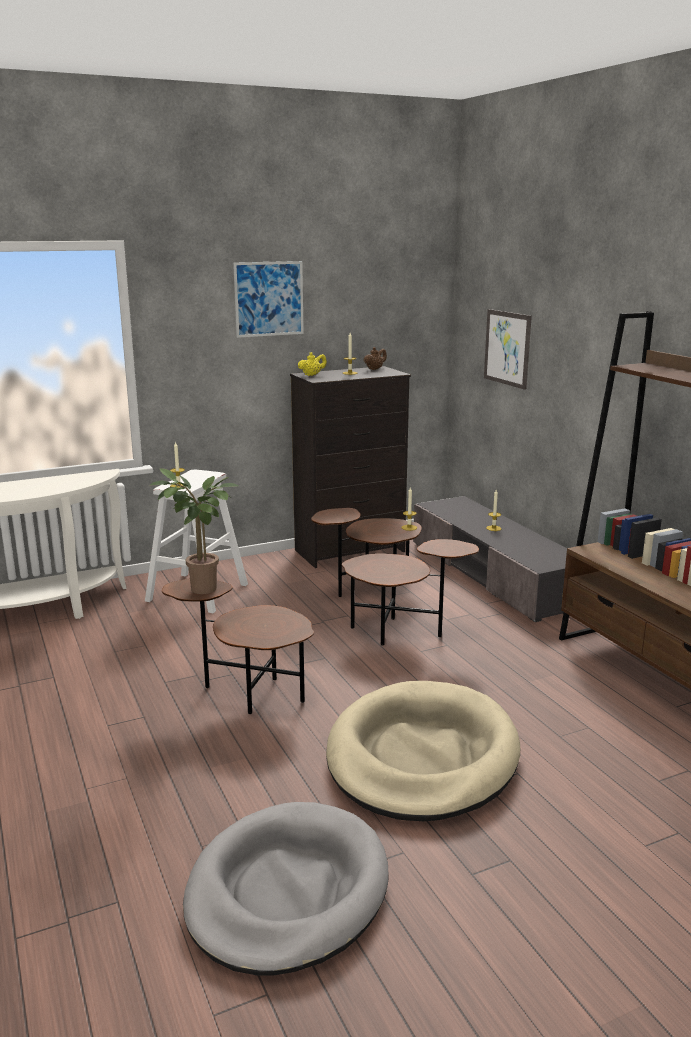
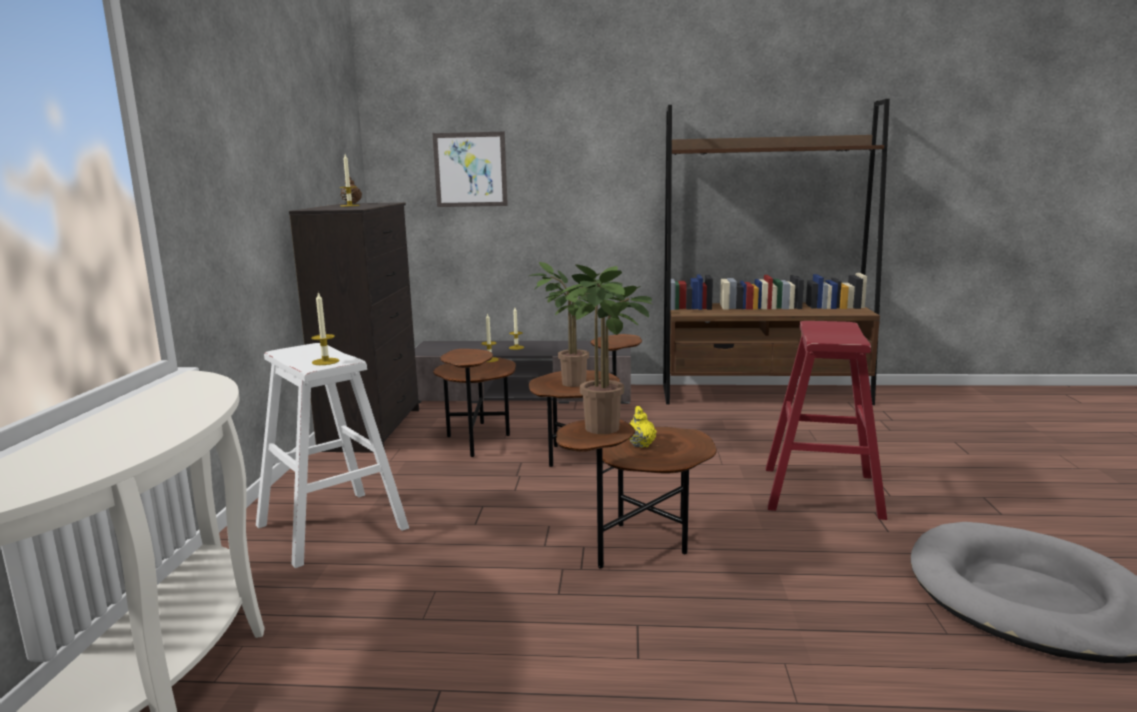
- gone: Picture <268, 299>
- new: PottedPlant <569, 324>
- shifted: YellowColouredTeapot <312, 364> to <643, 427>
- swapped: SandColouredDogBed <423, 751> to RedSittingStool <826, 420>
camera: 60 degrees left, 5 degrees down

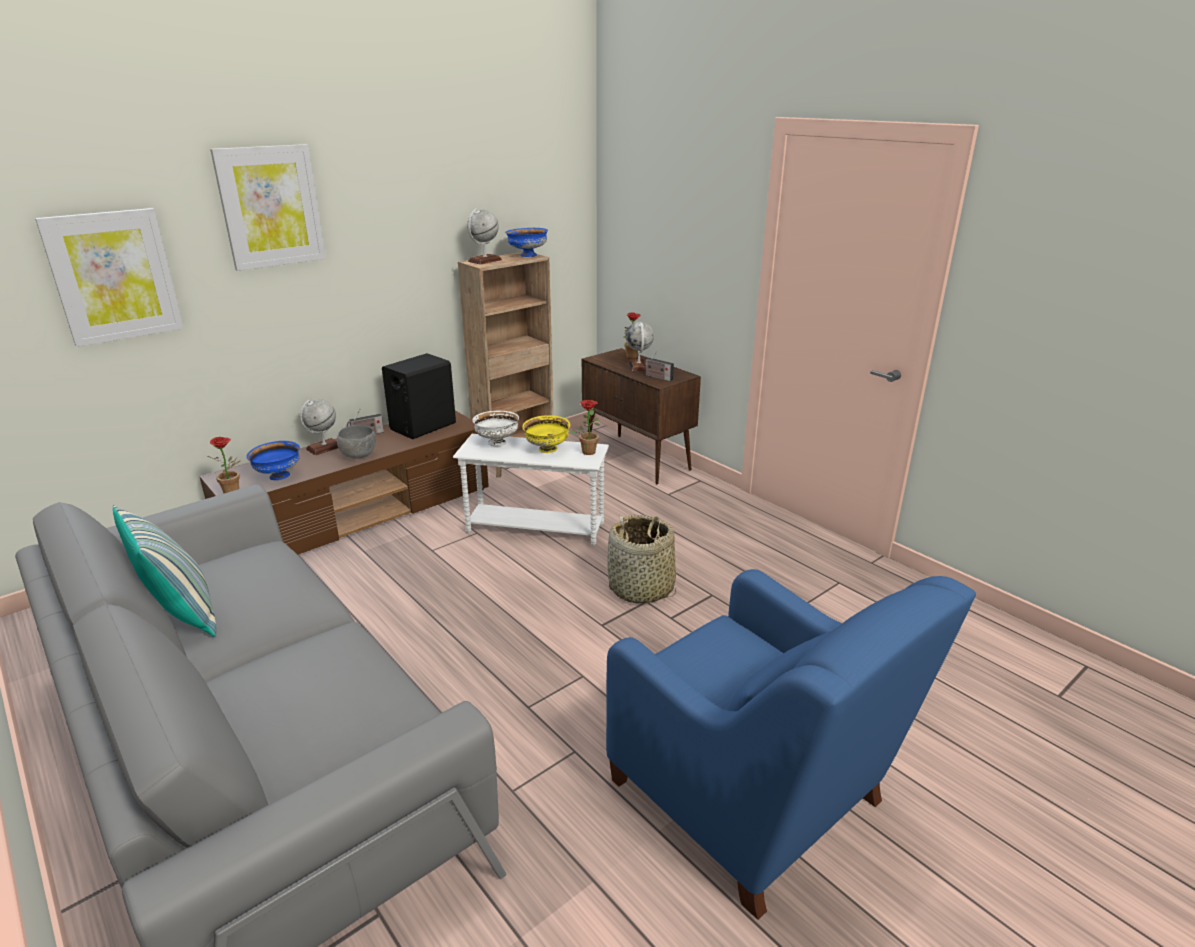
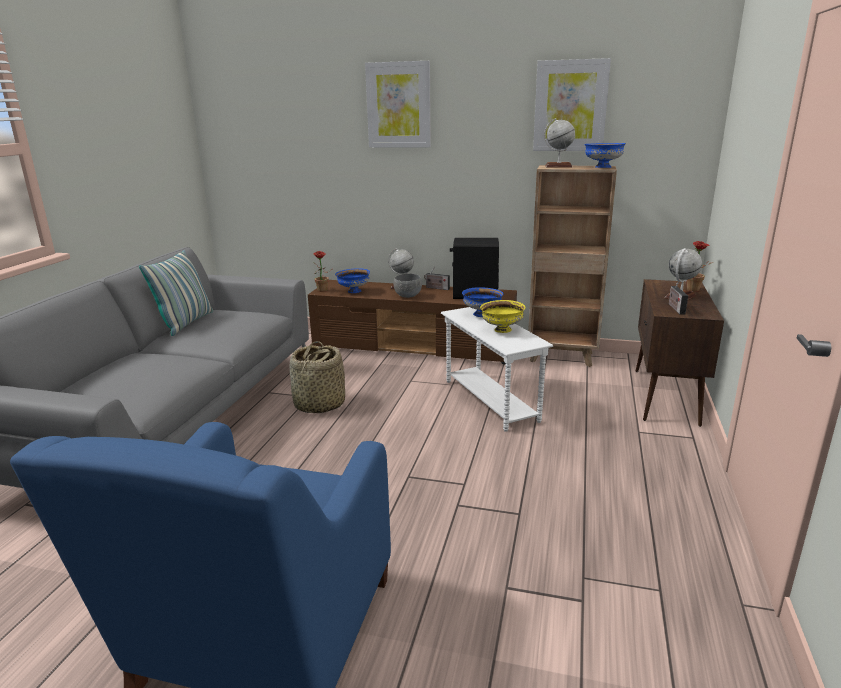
- gone: PottedPlant <585, 427>
- shifted: Picture <109, 277> to <572, 104>
- shifted: StorageBasket <641, 559> to <317, 377>
- repainted: WhiteBowl <495, 428> to BlueBowl <483, 302>
camera: 55 degrees right, 5 degrees down

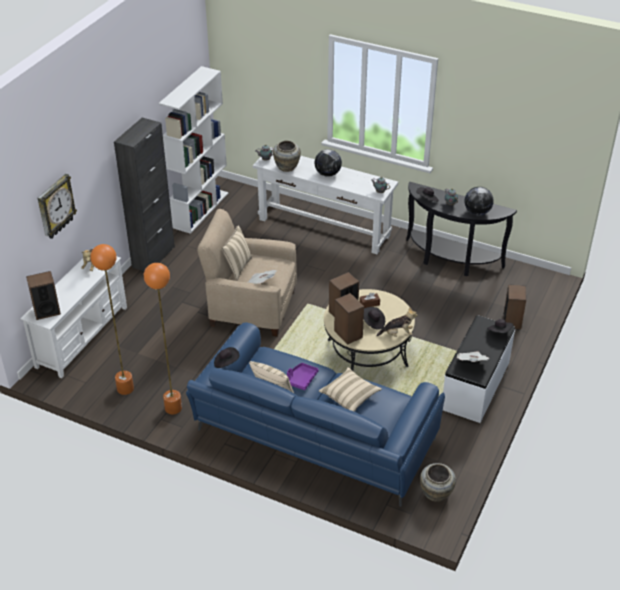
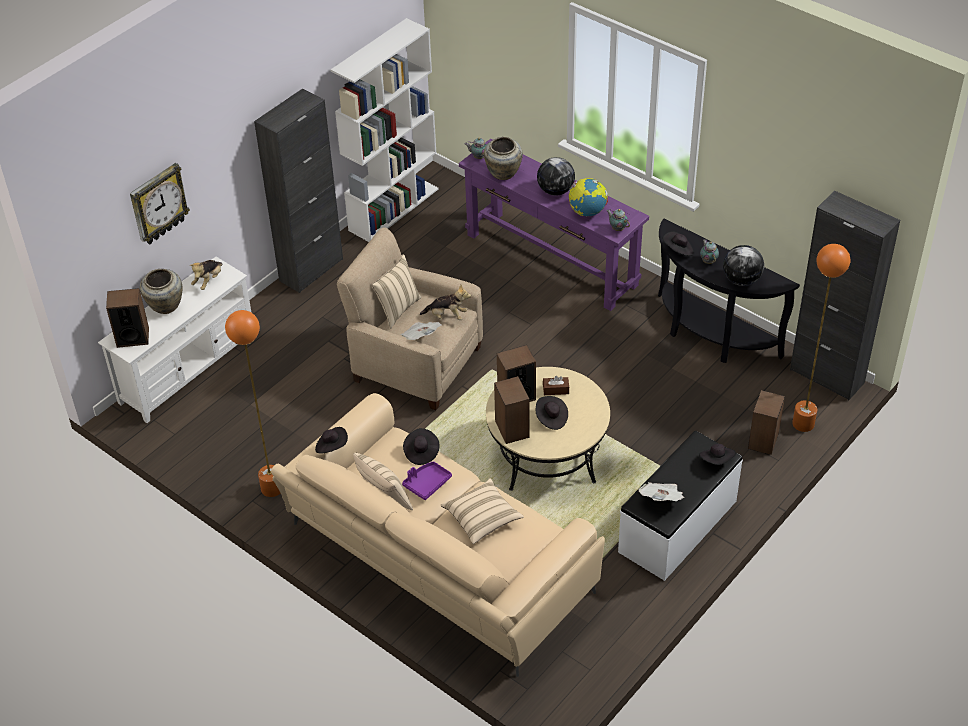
- new: BlackHat <421, 446>
- new: WorldGlobe <588, 197>
- new: BlackCabinet <845, 295>
- shifted: OrangeyFloorLamp <112, 319> to <821, 338>
- shifted: CuddlyToy <397, 322> to <445, 302>
- shifted: SandColouredDecorativeVase <438, 482> to <161, 291>
- repainted: BlueSofa <315, 415> to SandColouredSofa <438, 535>
- repainted: WhiteHallTable <325, 200> to PurpleHallTable <554, 225>
camera: 15 degrees right, 5 degrees up

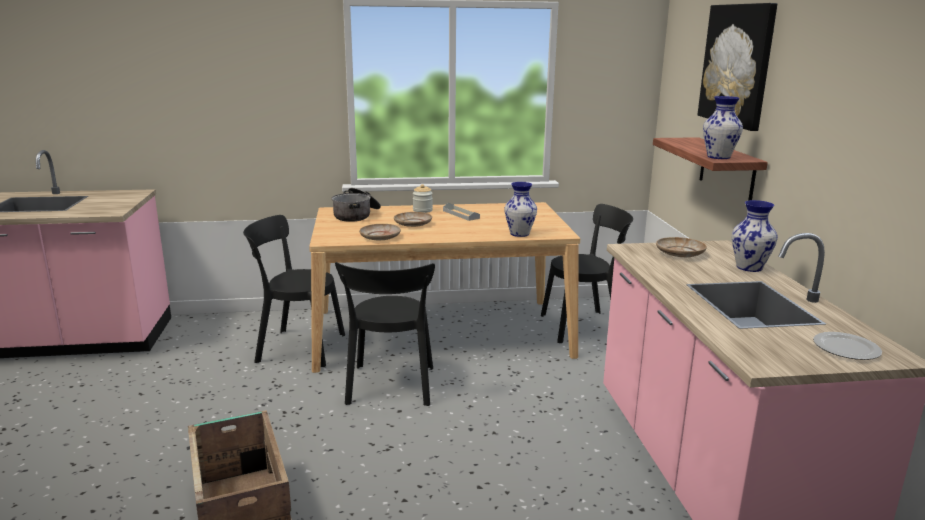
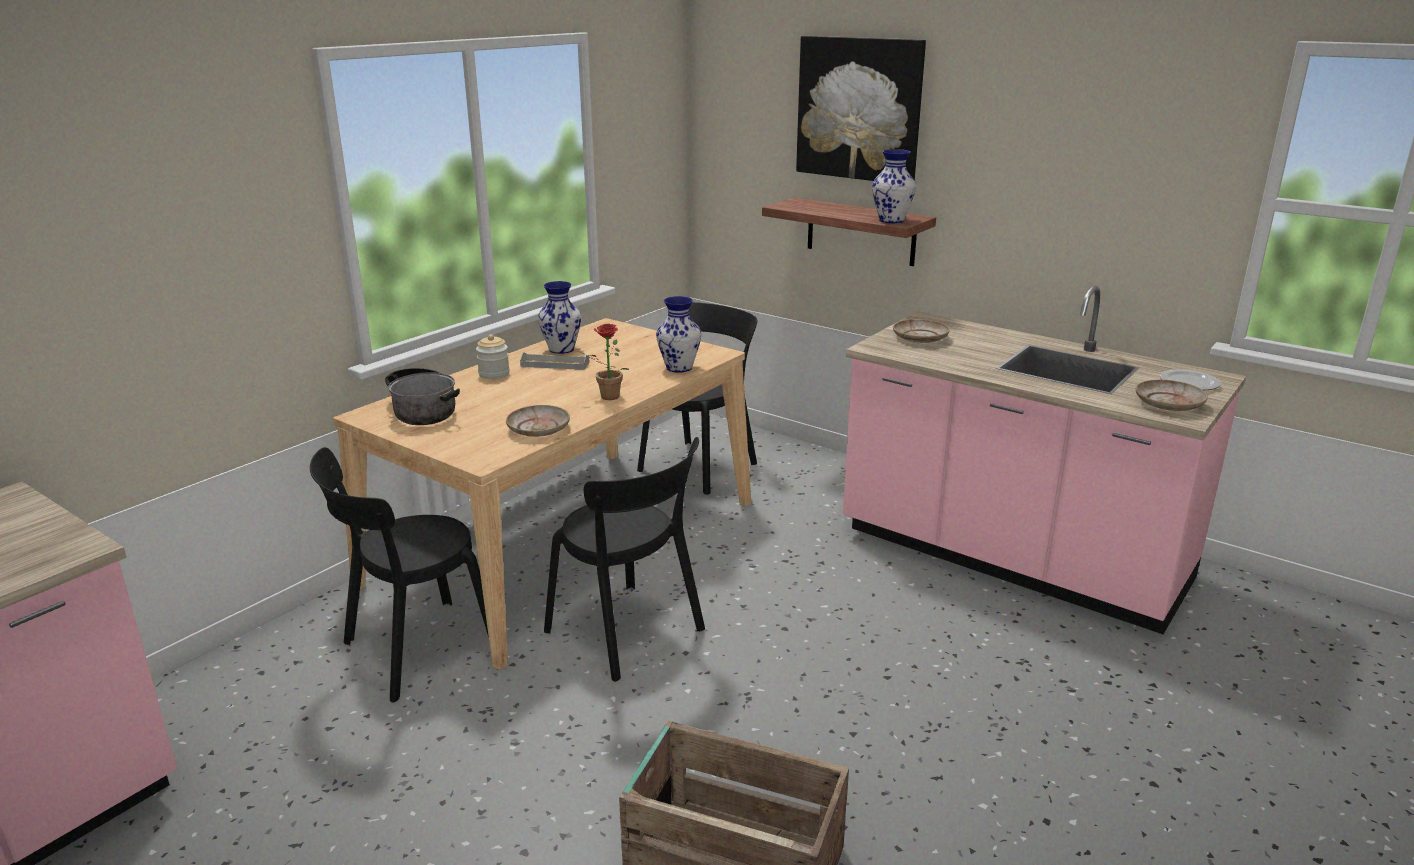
- new: PottedPlant <603, 362>
- shifted: SandColouredFlatDish <413, 219> to <1172, 395>
- shifted: DecorativeVase <755, 236> to <559, 317>
camera: 45 degrees left, 5 degrees up

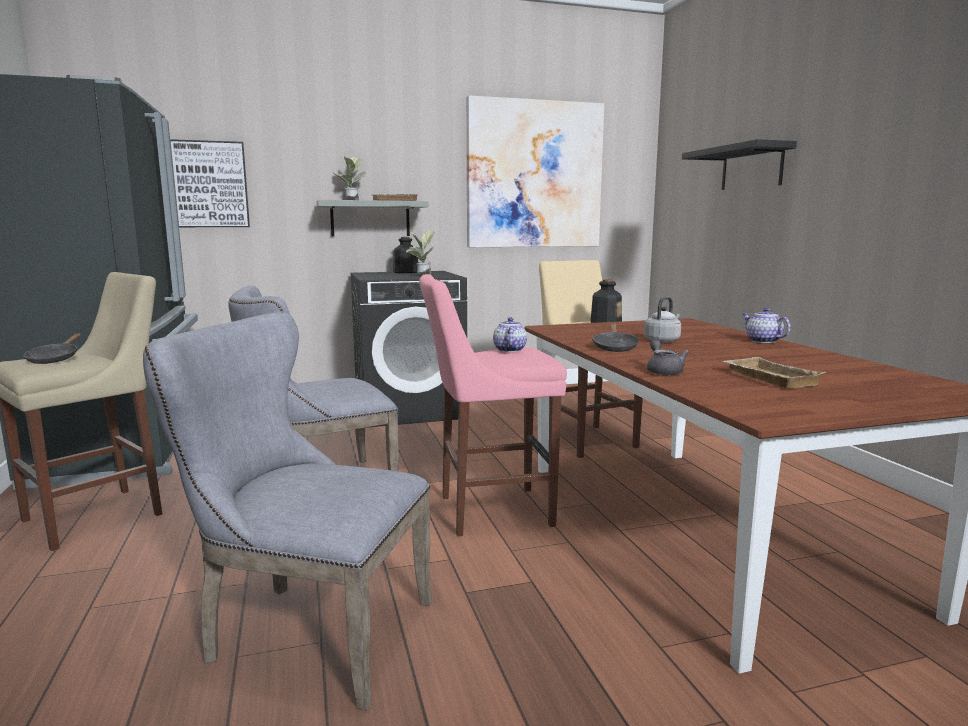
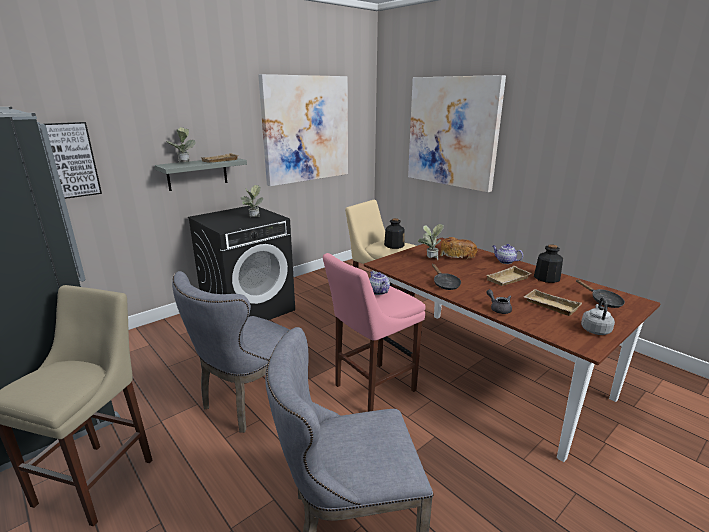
- new: PottedPlant <431, 242>
- new: Bread <459, 247>
- new: SandColouredCarryingTray <509, 276>
- shifted: BlackFryingPan <52, 348> to <600, 293>
- shifted: Bottle <405, 255> to <548, 263>
- shifted: GreyishWaterKettle <662, 320> to <598, 316>
- swapped: BlackWallShelf <739, 164> to Picture <457, 133>
camera: 25 degrees left, 10 degrees up

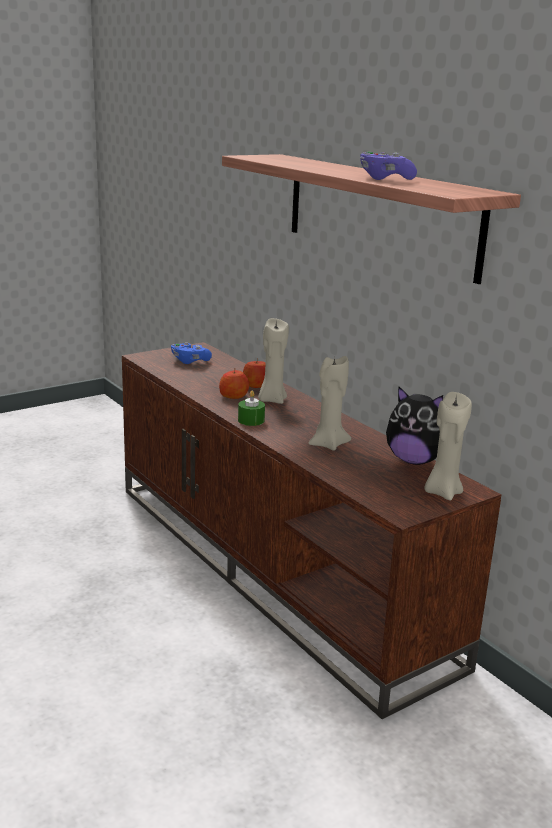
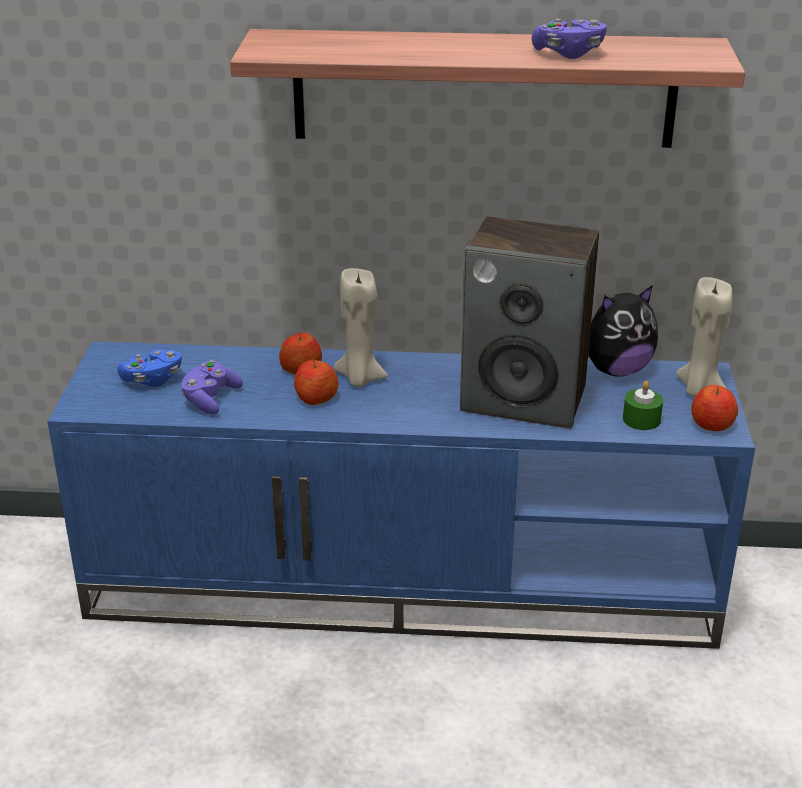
- new: PurpleGamepad <211, 387>
- new: WholeApple <714, 408>
- shifted: GreenishWaxCandle <251, 408> to <643, 405>
- swapped: SandColouredWaxCandle <330, 403> to Speaker <529, 323>
- repainted: BrownColouredTvStand <312, 530> to BlueTvStand <401, 495>
camera: 50 degrees left, 10 degrees up

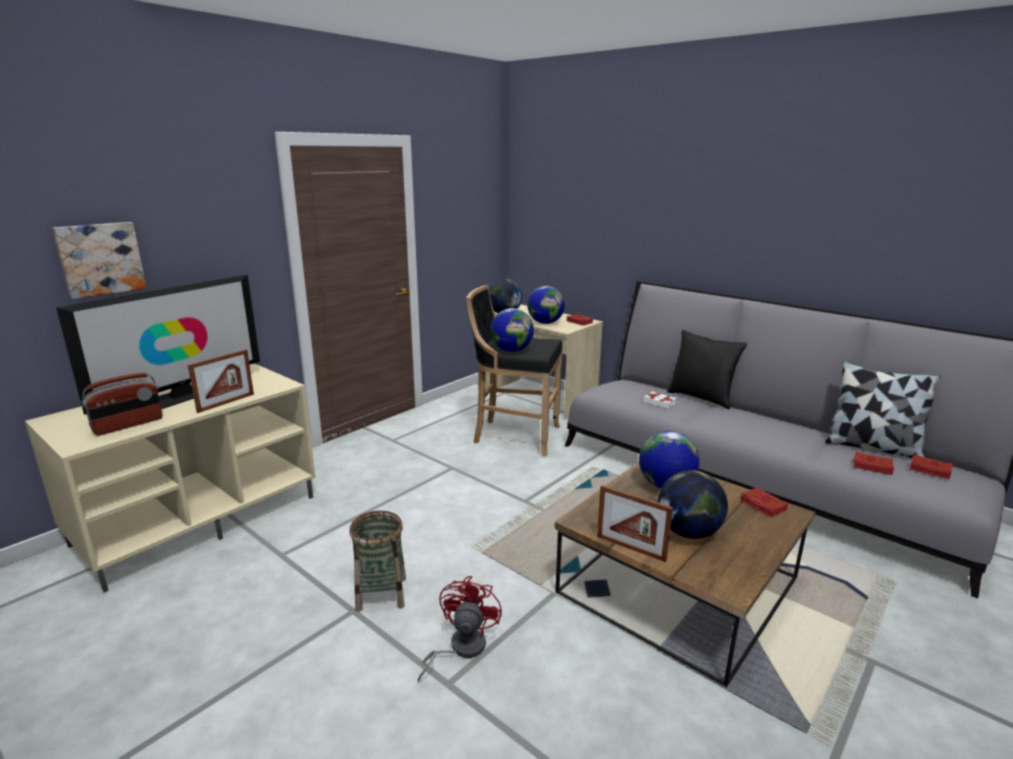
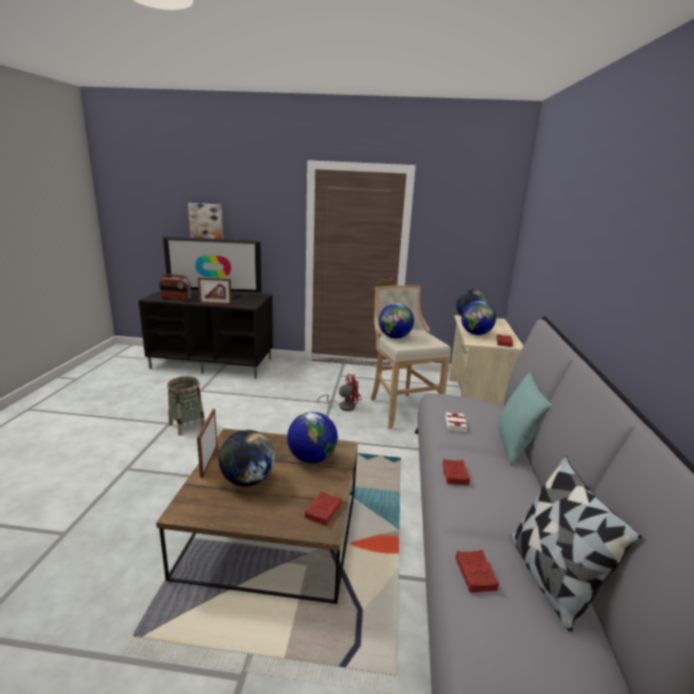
- shifted: RedCoolingFan <460, 629> to <339, 392>
- shifted: RedBoundBook <931, 466> to <456, 472>
- repainted: SandColouredTvStand <170, 478> to BlackTvStand <205, 334>
- repainted: BlackSittingStool <514, 370> to SandColouredSittingStool <411, 357>
- repainted: BlackPillow <707, 369> to TurquoiseColouredPillow <525, 418>
camera: 55 degrees right, 0 degrees up

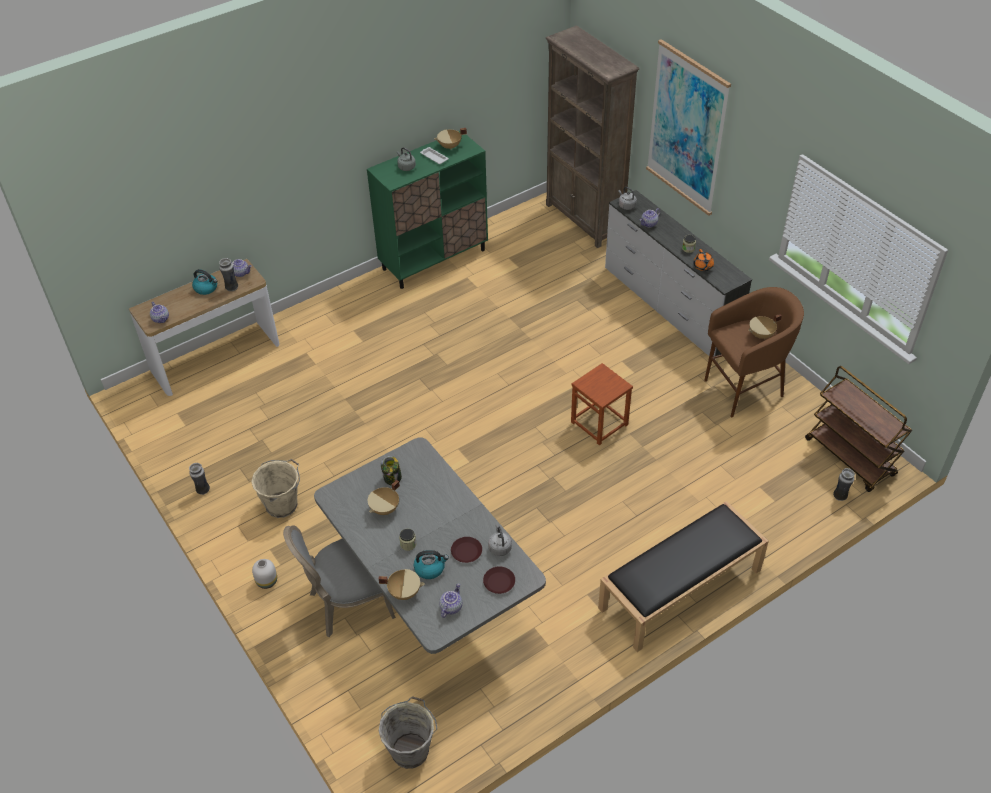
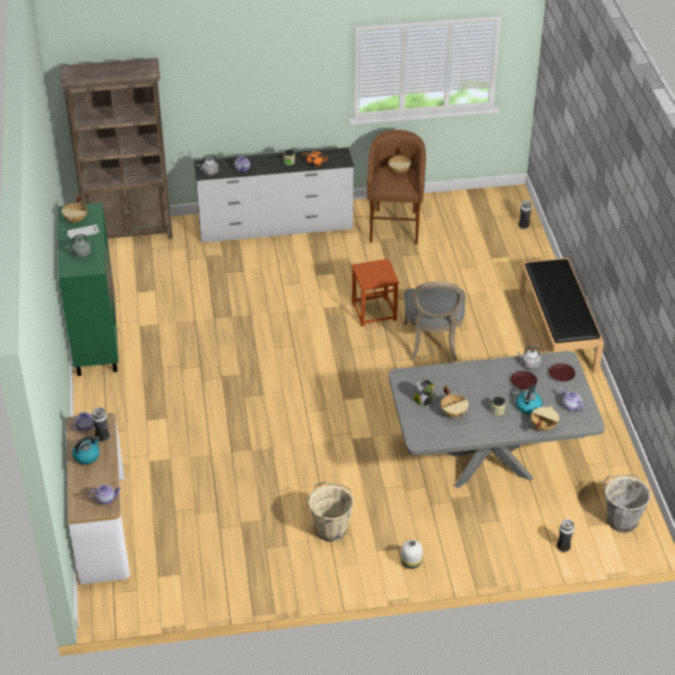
- gone: Picture <688, 127>
- gone: BrownColouredTrolley <858, 429>
- shifted: DecorativeVase <199, 479> to <565, 535>
- shifted: GreyishPlainChair <339, 581> to <434, 321>
camera: 65 degrees left, 5 degrees down

